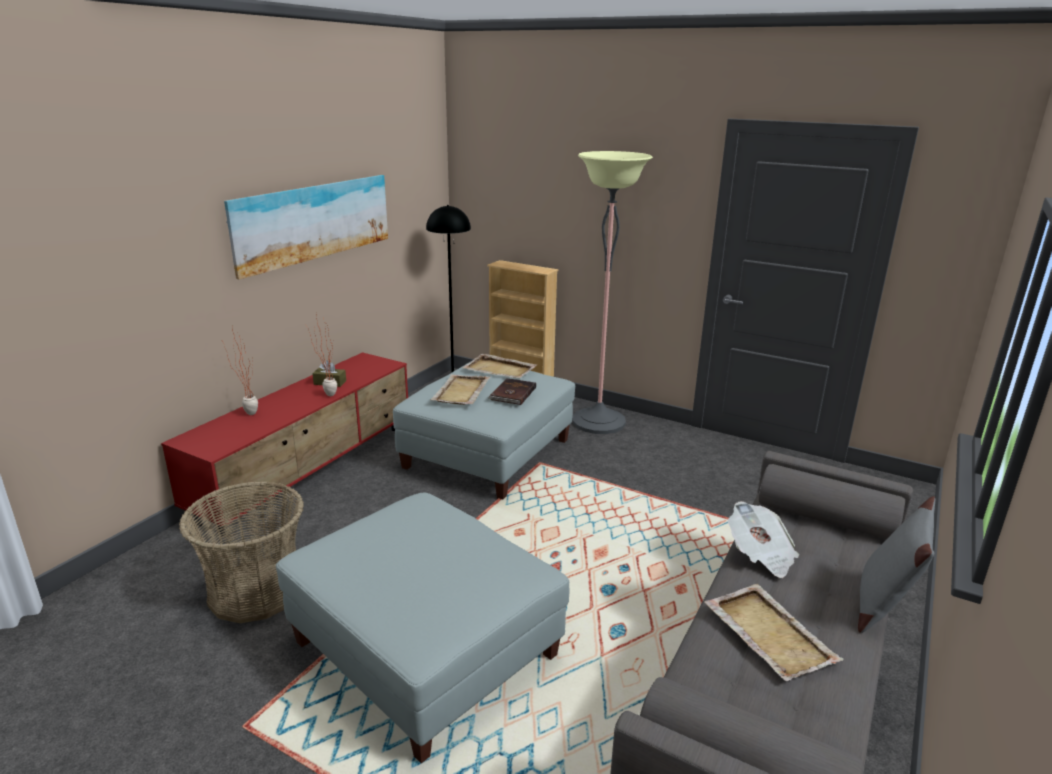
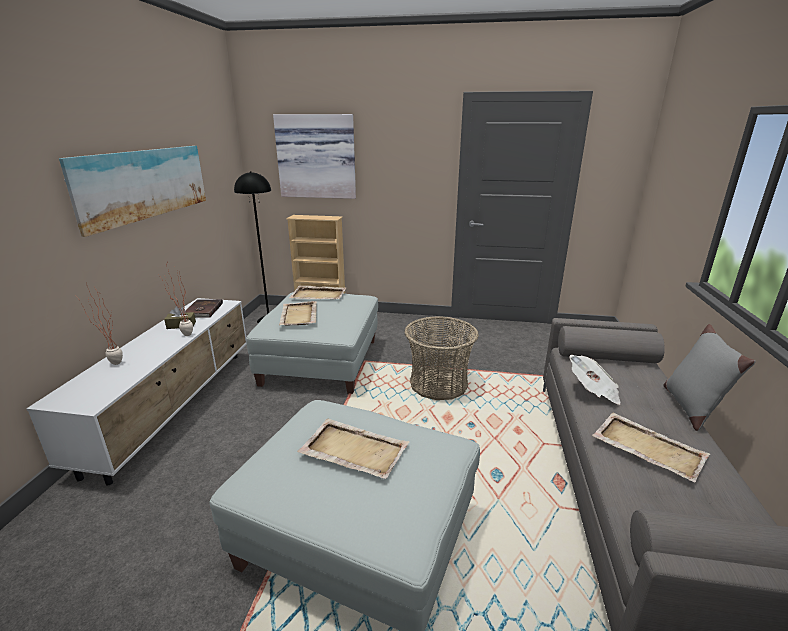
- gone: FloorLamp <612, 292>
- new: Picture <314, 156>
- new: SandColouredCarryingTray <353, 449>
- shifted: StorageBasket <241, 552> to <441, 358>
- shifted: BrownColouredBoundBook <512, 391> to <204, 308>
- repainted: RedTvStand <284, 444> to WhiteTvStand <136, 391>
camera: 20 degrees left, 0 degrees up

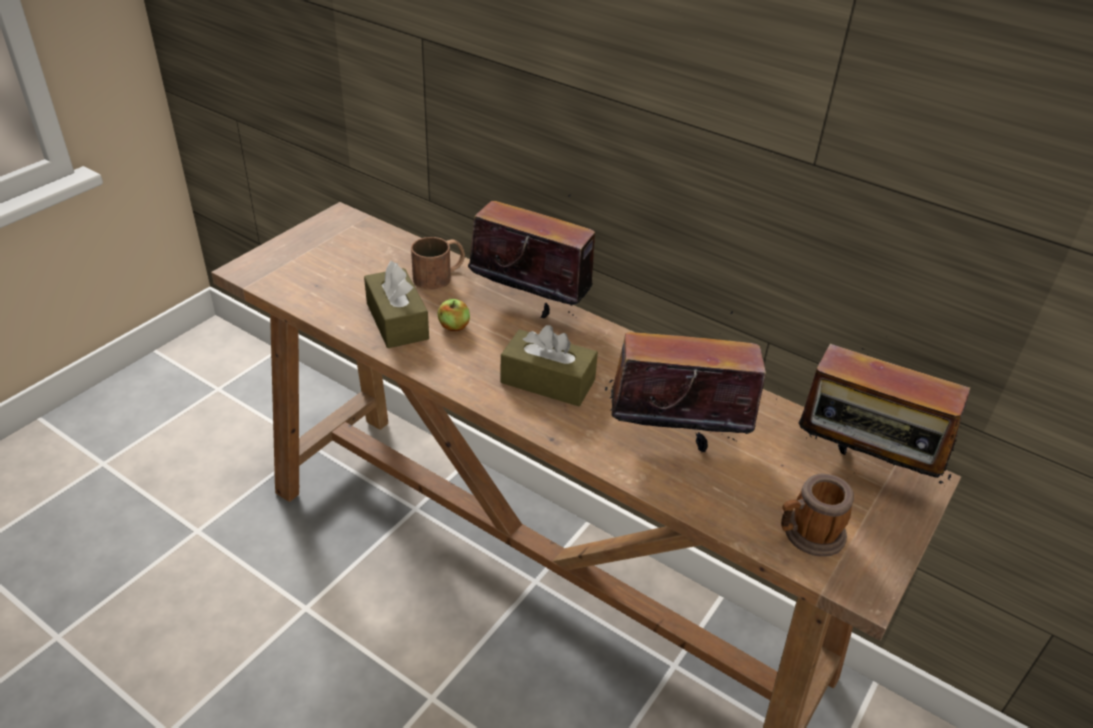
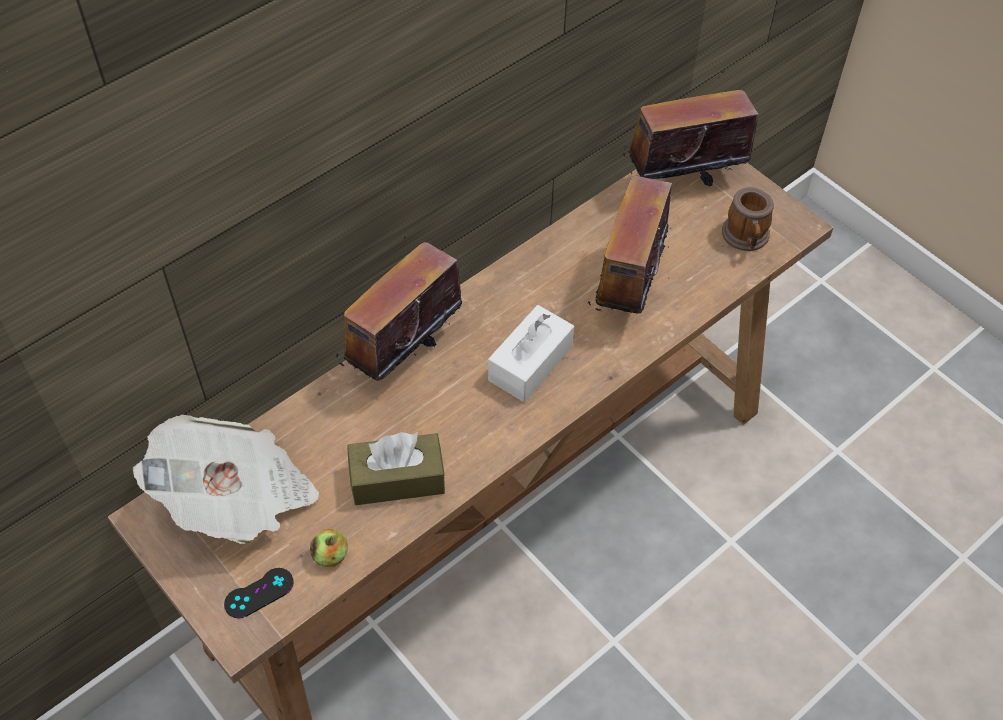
- gone: BrownColouredMug <438, 263>
- new: DailyPaper <226, 479>
- new: BlackGamepad <259, 593>
- shifted: WholeApple <454, 314> to <329, 548>
- repainted: BrownColouredBoxOfTissues <549, 365> to WhiteBoxOfTissues <531, 353>
- rotated: RadioReceiver <884, 414> = <690, 129> 150 degrees counterclockwise
camera: 75 degrees left, 15 degrees up

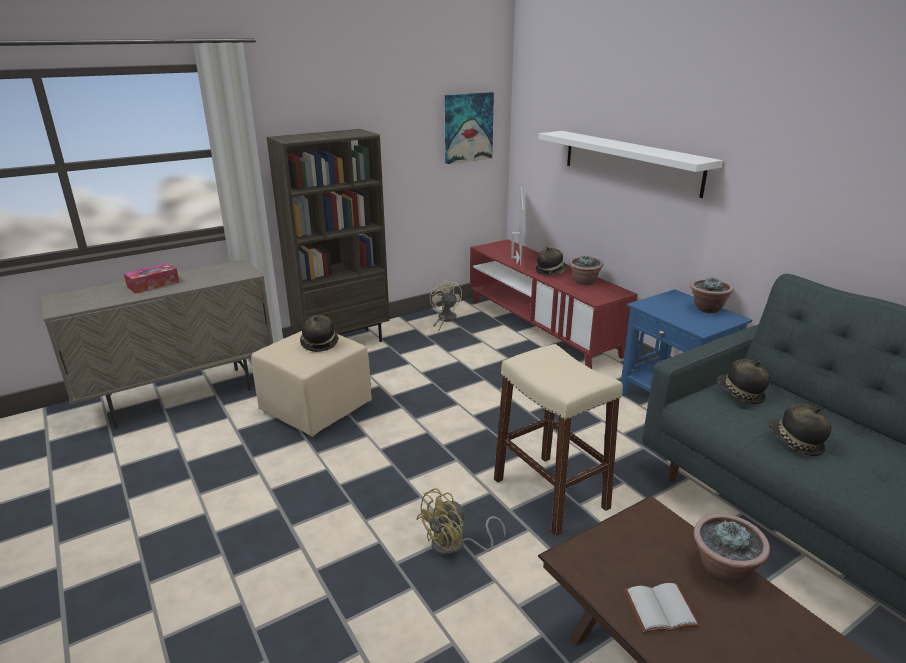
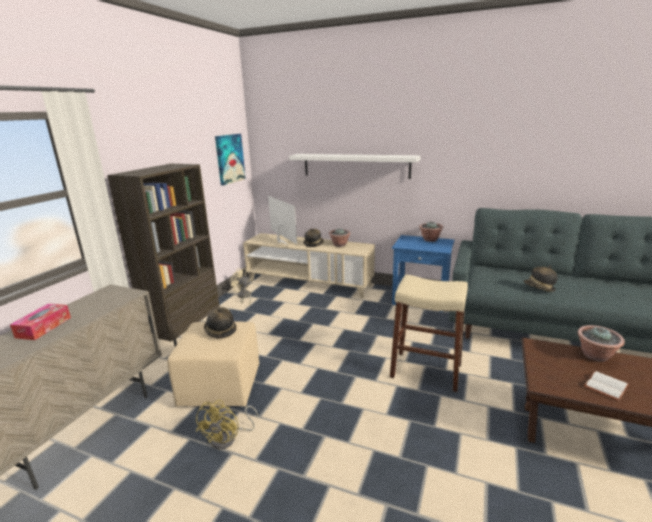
- gone: Hat <743, 381>
- shifted: YellowColouredCoolingFan <461, 523> to <227, 425>
- repainted: RedTvStand <554, 304> to SandColouredTvStand <309, 265>
camera: 35 degrees left, 5 degrees down

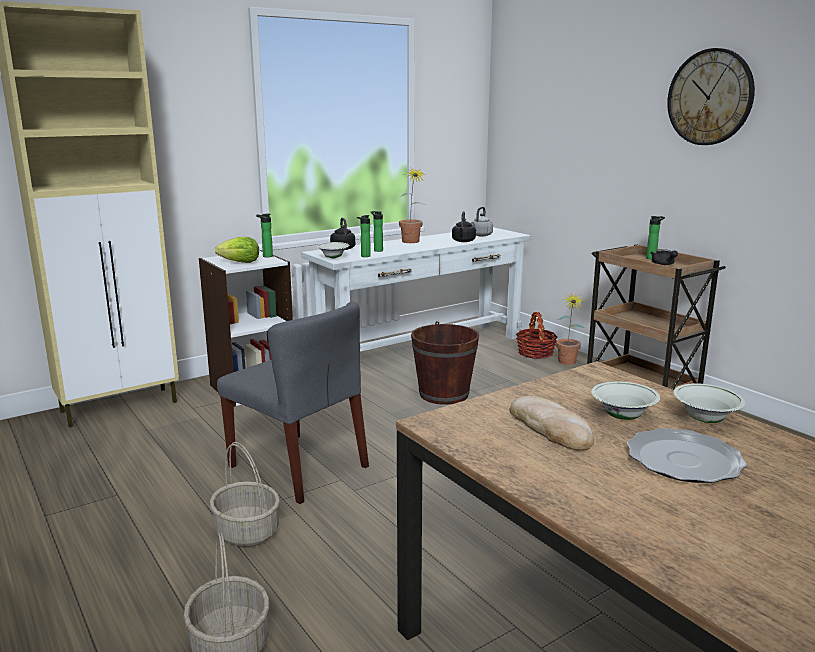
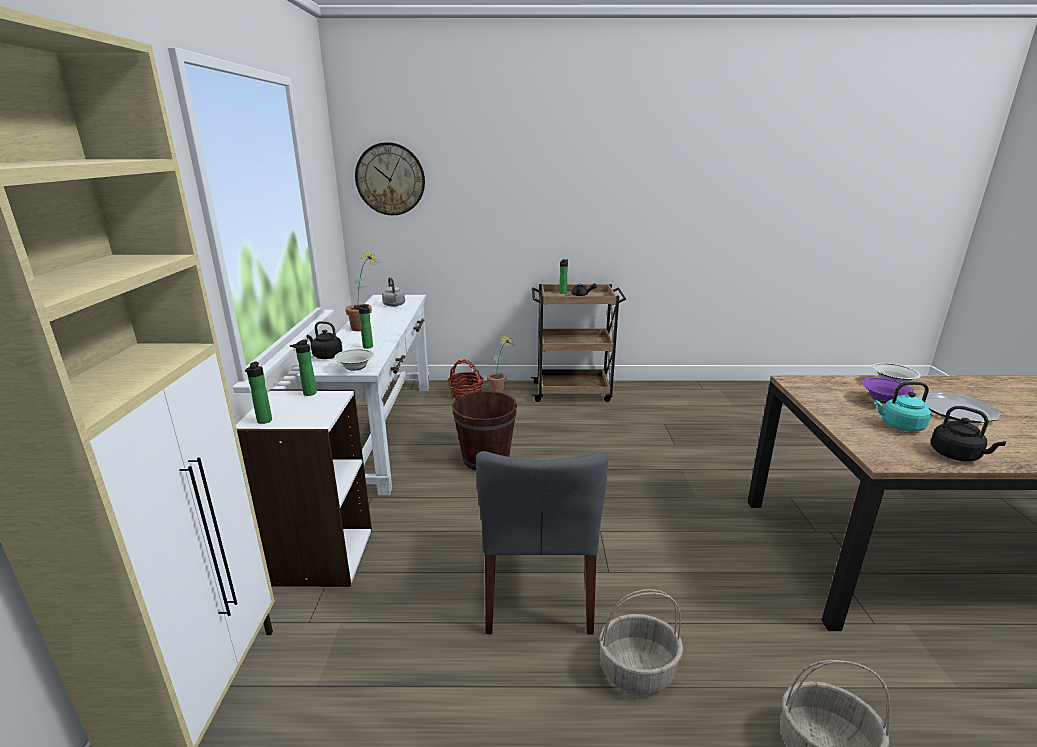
- gone: LettuceHead <237, 250>
- shifted: Bottle <364, 236> to <258, 392>
- shifted: BlackWaterKettle <464, 226> to <968, 433>
- shifted: WallClock <711, 96> to <390, 178>
- swapped: Bread <551, 423> to TurquoiseColouredWaterKettle <902, 407>
- repainted: WhiteBowl <625, 401> to PurpleBowl <888, 390>
- rotated: GreyishPlainChair <293, 403> = <542, 543> 105 degrees clockwise
camera: 55 degrees left, 5 degrees up

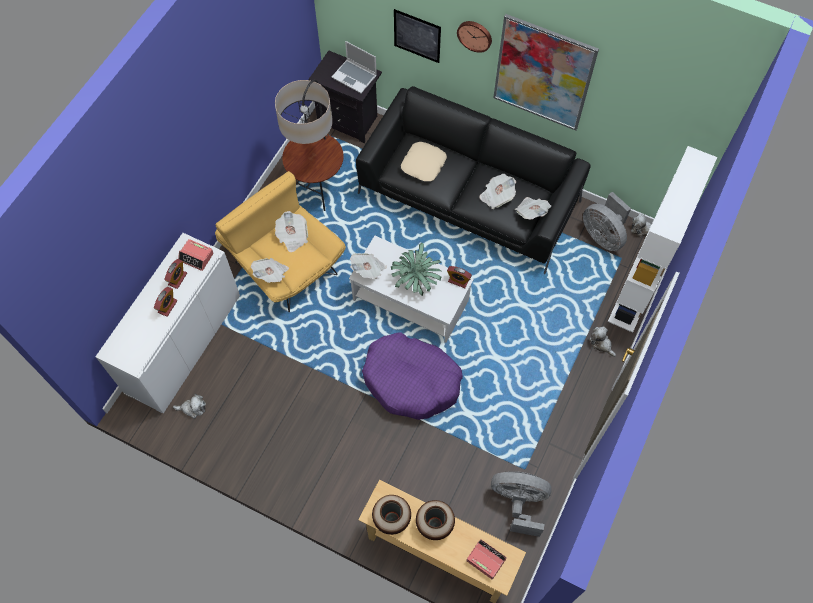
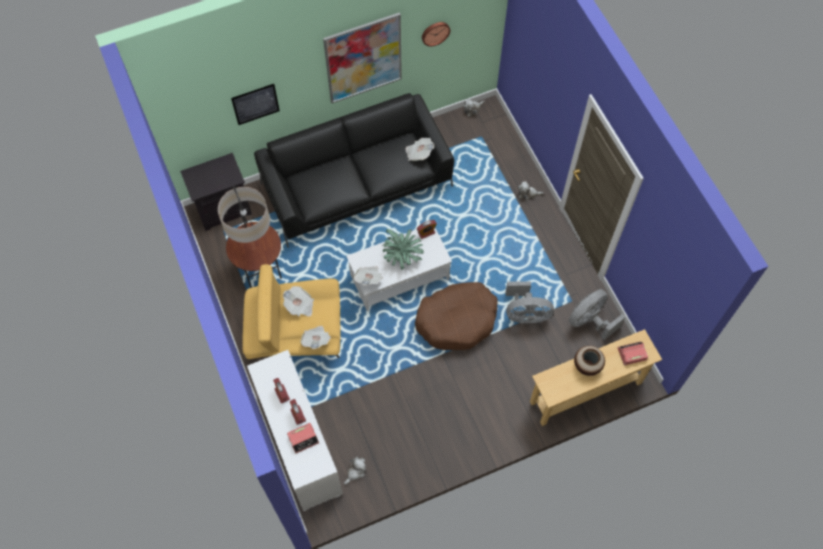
- gone: PortableComputer <354, 67>
- gone: DecorativeVase <391, 515>
- gone: SandColouredPillow <424, 161>
- gone: DailyPaper <497, 191>
- gone: WhiteShelvingUnit <662, 239>
- shifted: BedsideClock <196, 255> to <303, 438>
- shifted: WallClock <474, 37> to <436, 34>
- shifted: GreyishCoolingFan <607, 221> to <529, 302>
- repainted: PurpleDogBed <412, 376> to BrownColouredDogBed <456, 316>
camera: 50 degrees left, 0 degrees up

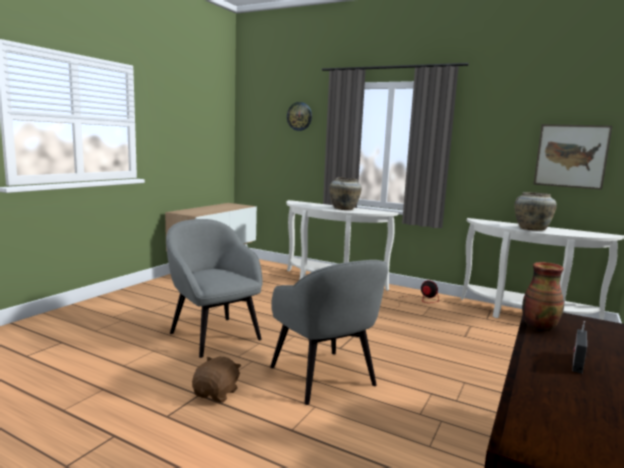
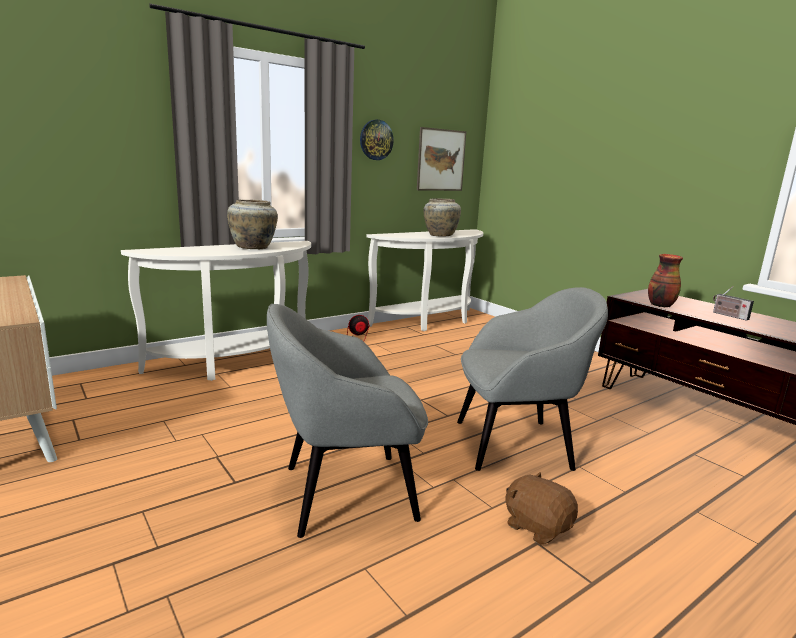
- shifted: WallClock <299, 116> to <377, 140>
camera: 65 degrees left, 5 degrees up

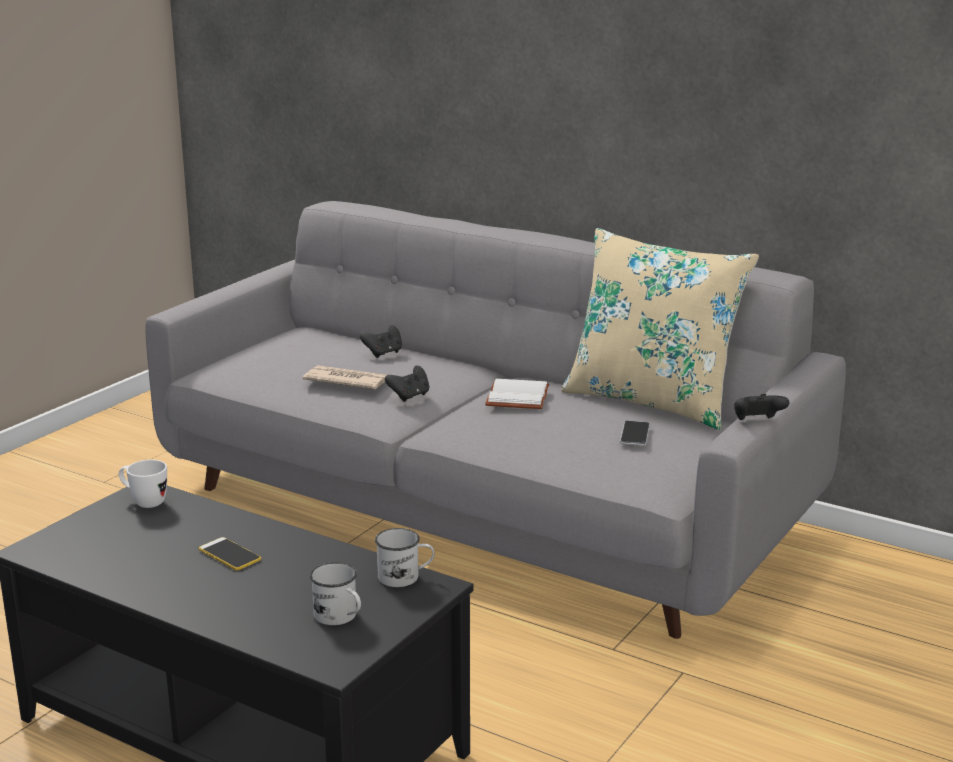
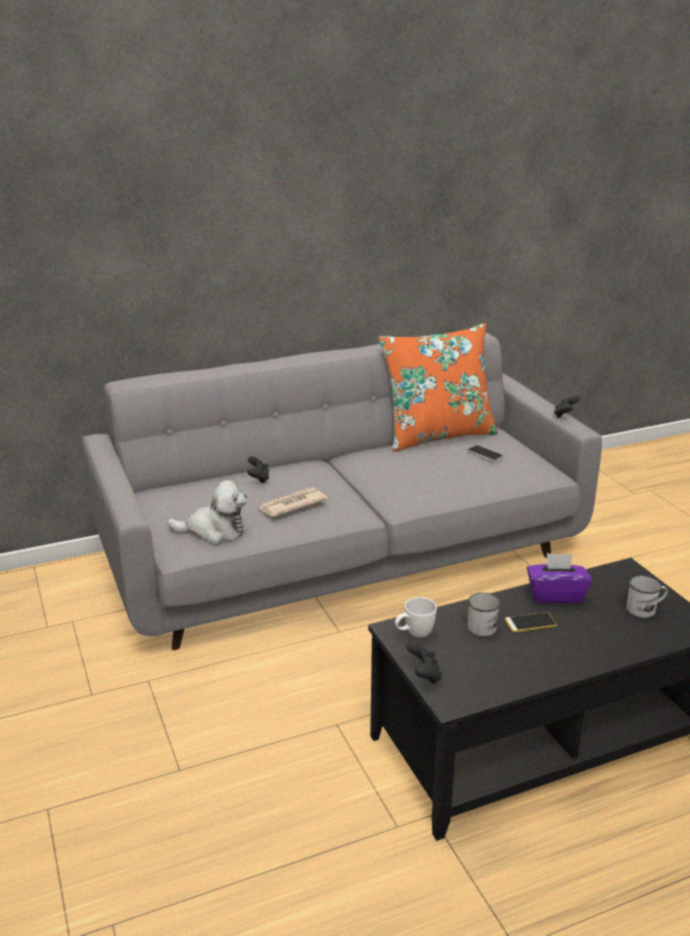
- gone: WhiteBoundBook <517, 394>
- new: CuddlyToy <207, 512>
- new: PurpleBoxOfTissues <559, 578>
- shifted: WhiteMug <404, 557> to <484, 614>
- shifted: BlackGamepad <407, 384> to <424, 663>
- repainted: SandColouredPillow <660, 329> to OrangeyPillow <438, 387>
camera: 55 degrees left, 5 degrees up

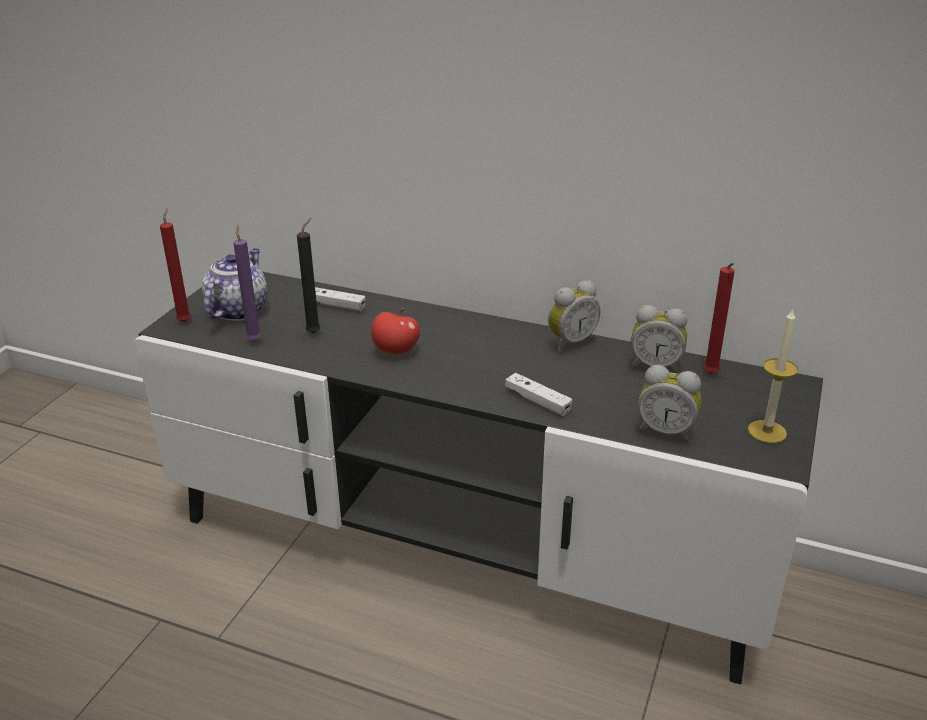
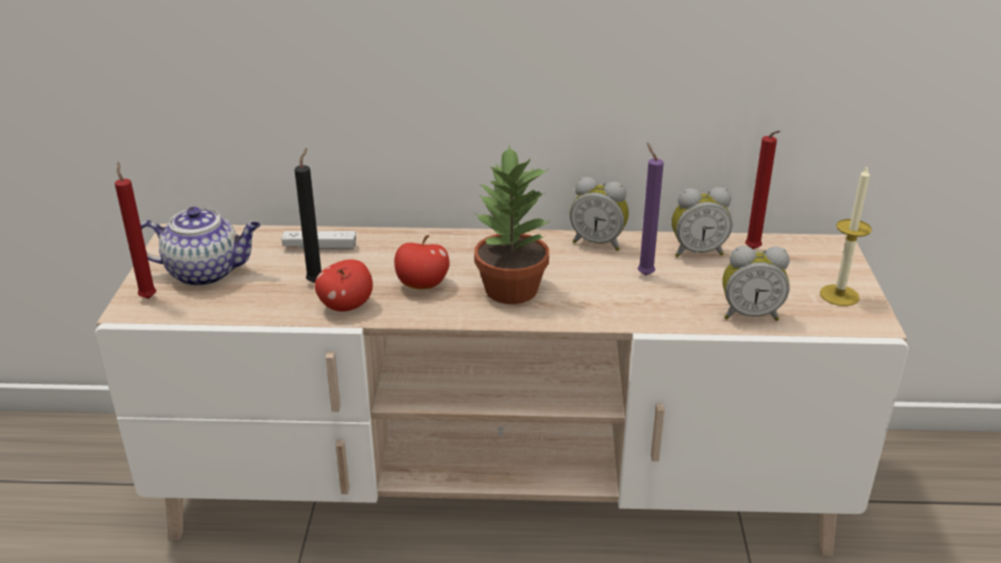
- gone: WhiteGamepad <538, 394>
- new: WholeApple <344, 285>
- new: PottedPlant <512, 224>
- shifted: PurpleWaxCandle <247, 283> to <651, 208>
- repainted: BlackTvStand <479, 478> to SandColouredTvStand <501, 390>
- rotated: Teapot <234, 284> = <200, 246> 90 degrees clockwise
- rotated: BedsideClock <574, 316> = <599, 214> 75 degrees clockwise
camera: 20 degrees left, 0 degrees up

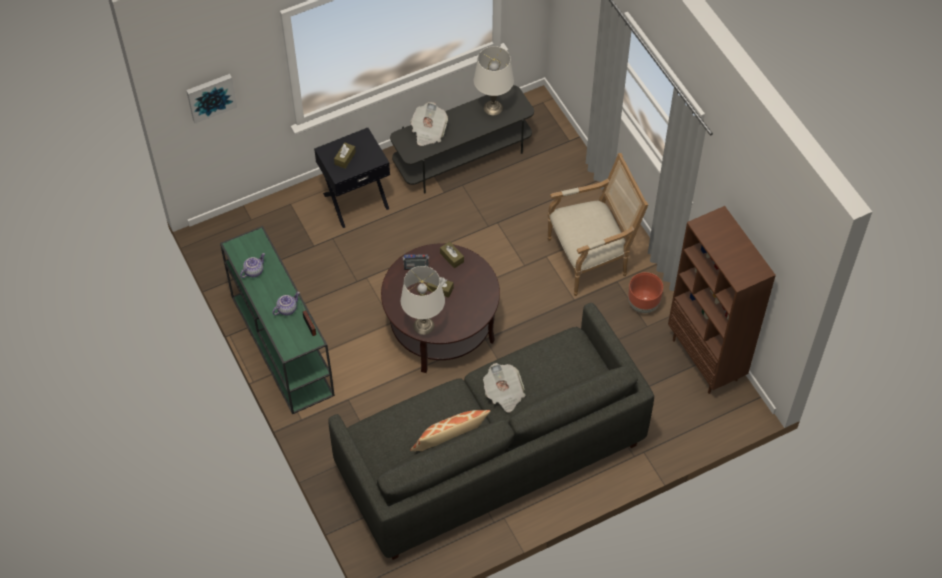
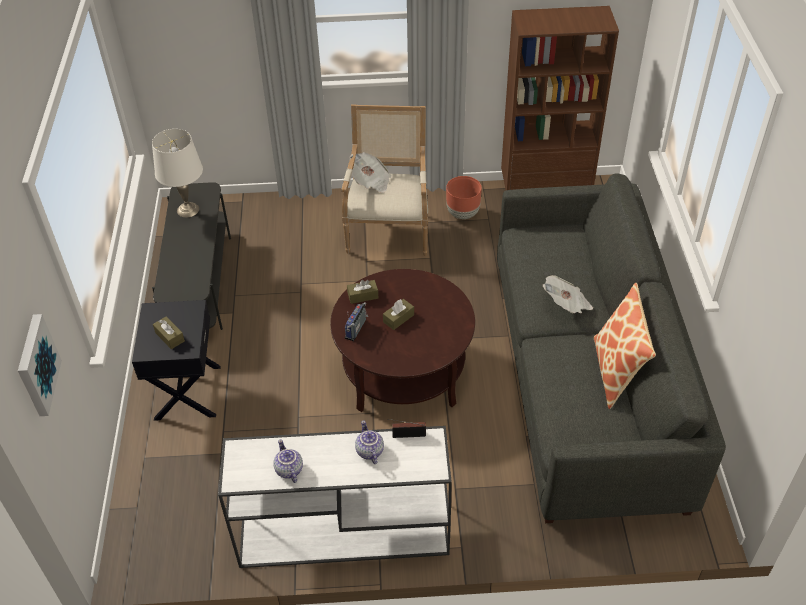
- gone: WhiteLampForATable <423, 300>
- shifted: DailyPaper <429, 124> to <371, 172>
- repainted: GreenishHallTable <277, 320> to WhiteHallTable <335, 497>
camera: 65 degrees left, 10 degrees down

